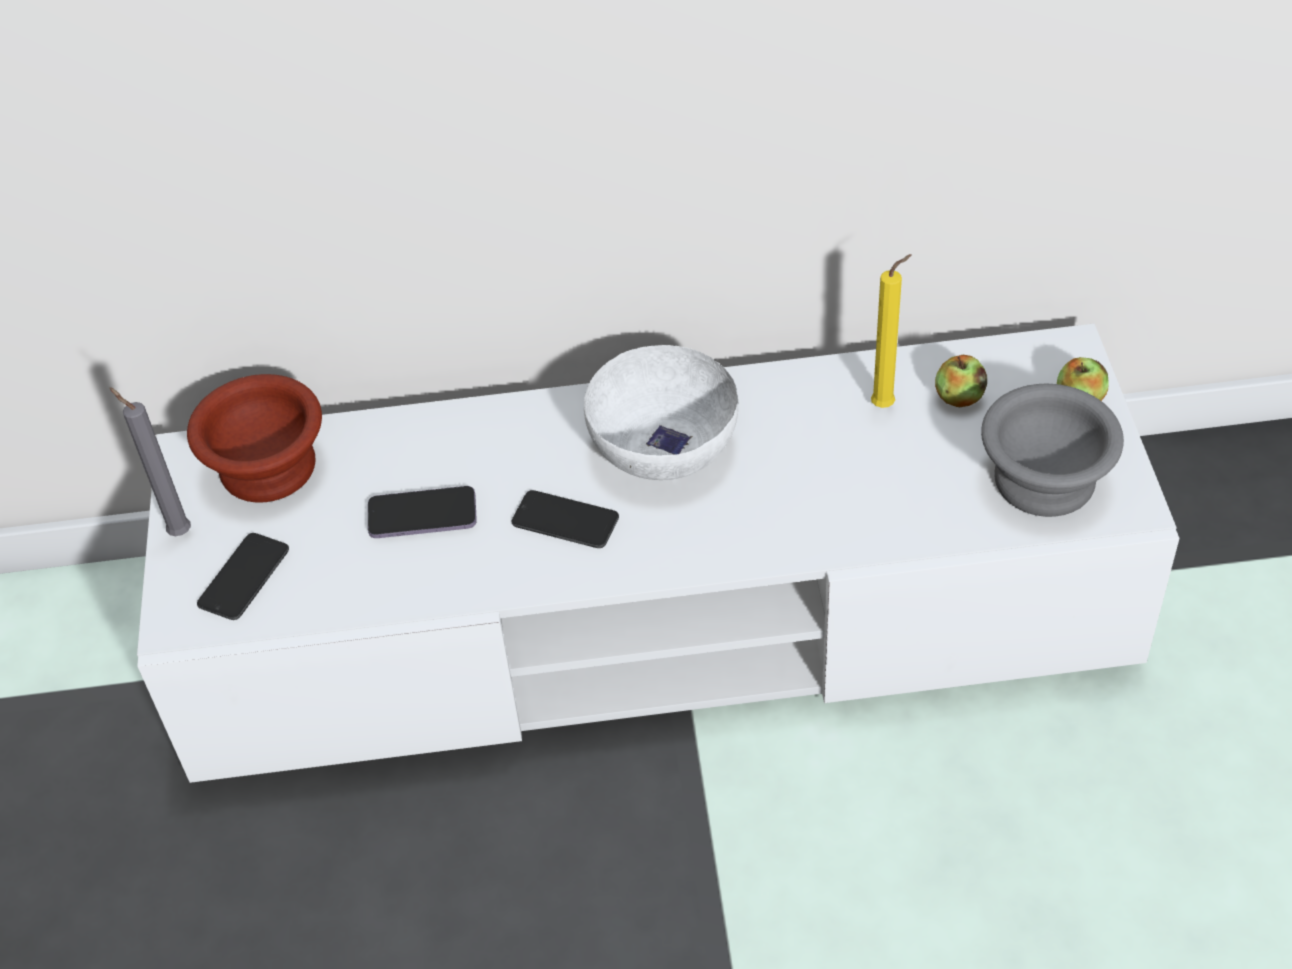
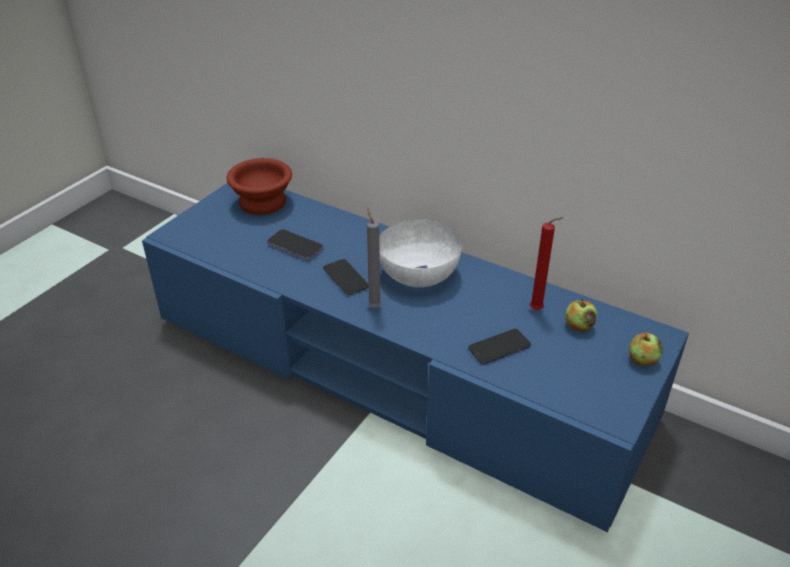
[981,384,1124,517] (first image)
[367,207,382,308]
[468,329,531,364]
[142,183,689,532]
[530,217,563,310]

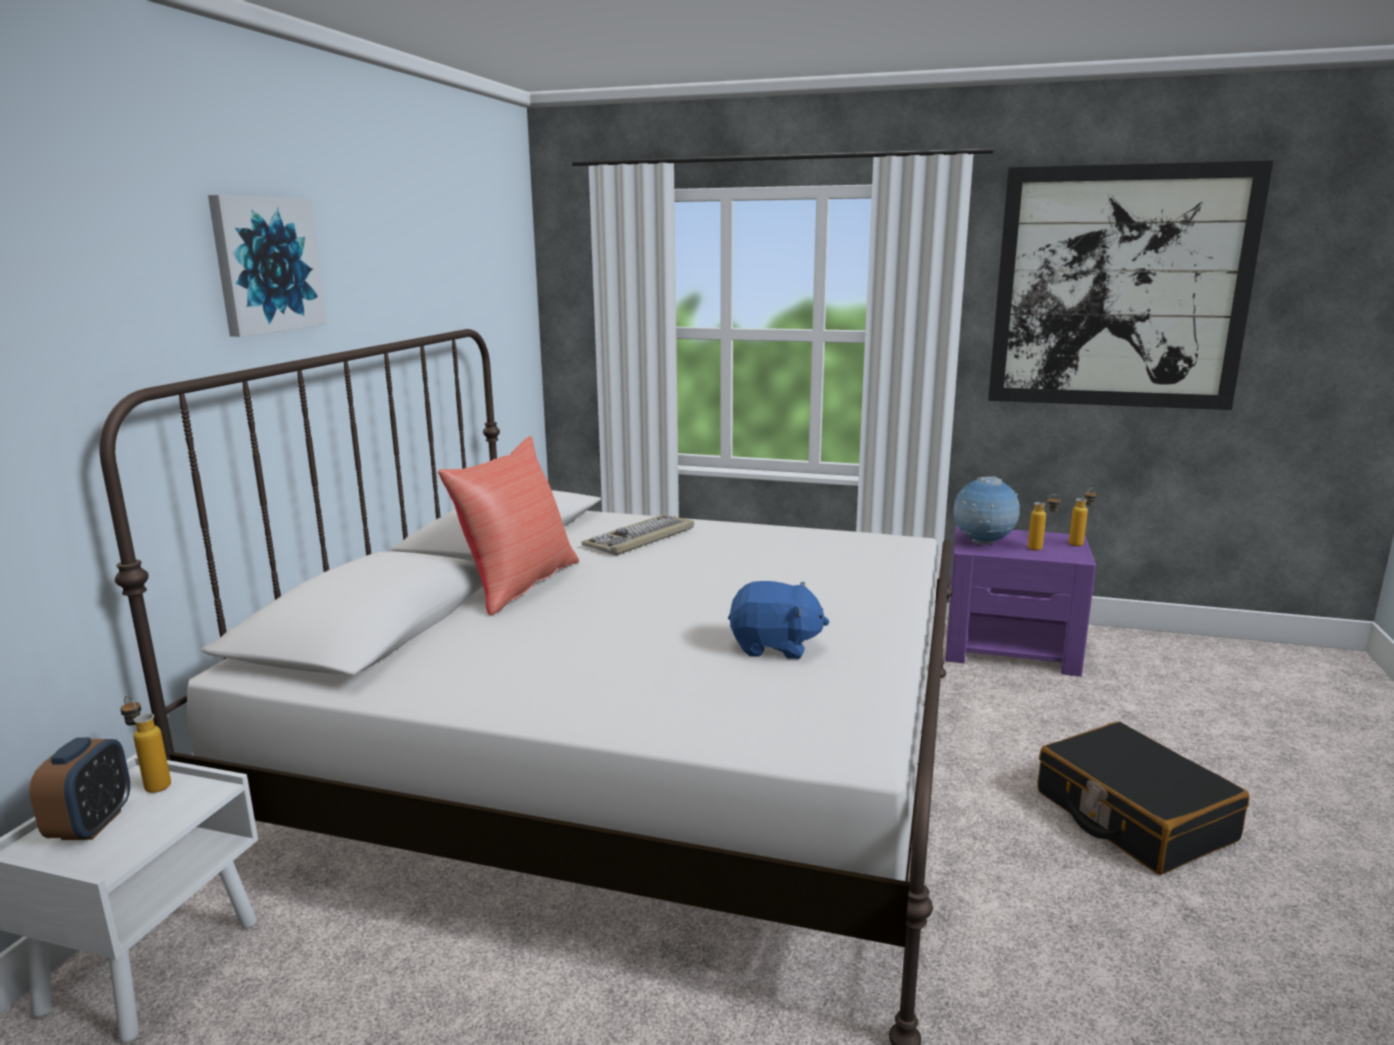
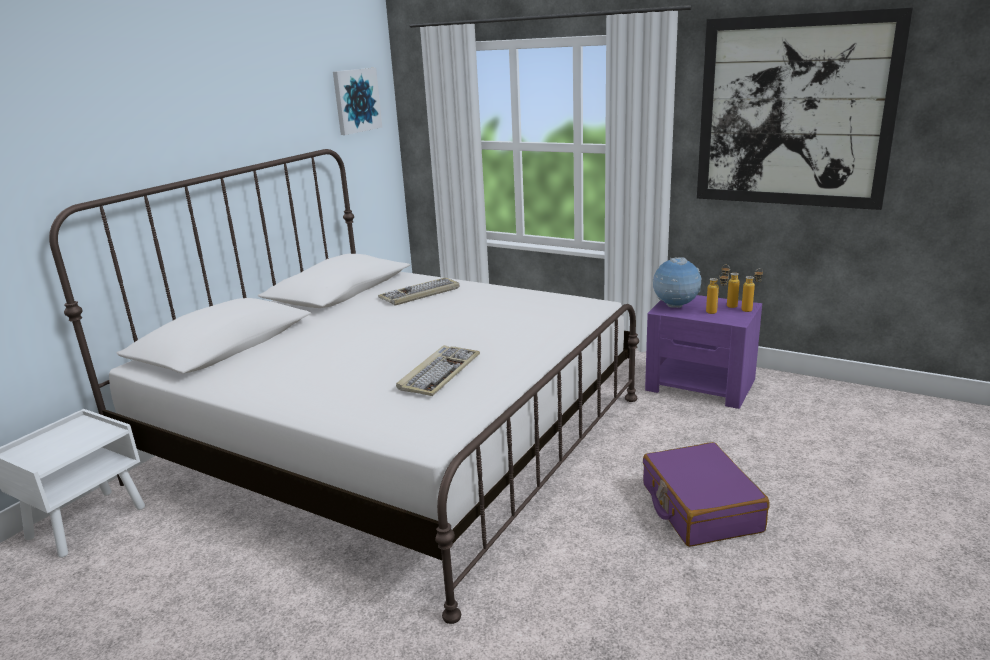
[30,737,130,840] (first image)
[438,436,579,616] (first image)
[722,265,740,308]
[333,68,382,135]
[396,345,480,396]
[643,442,769,547]

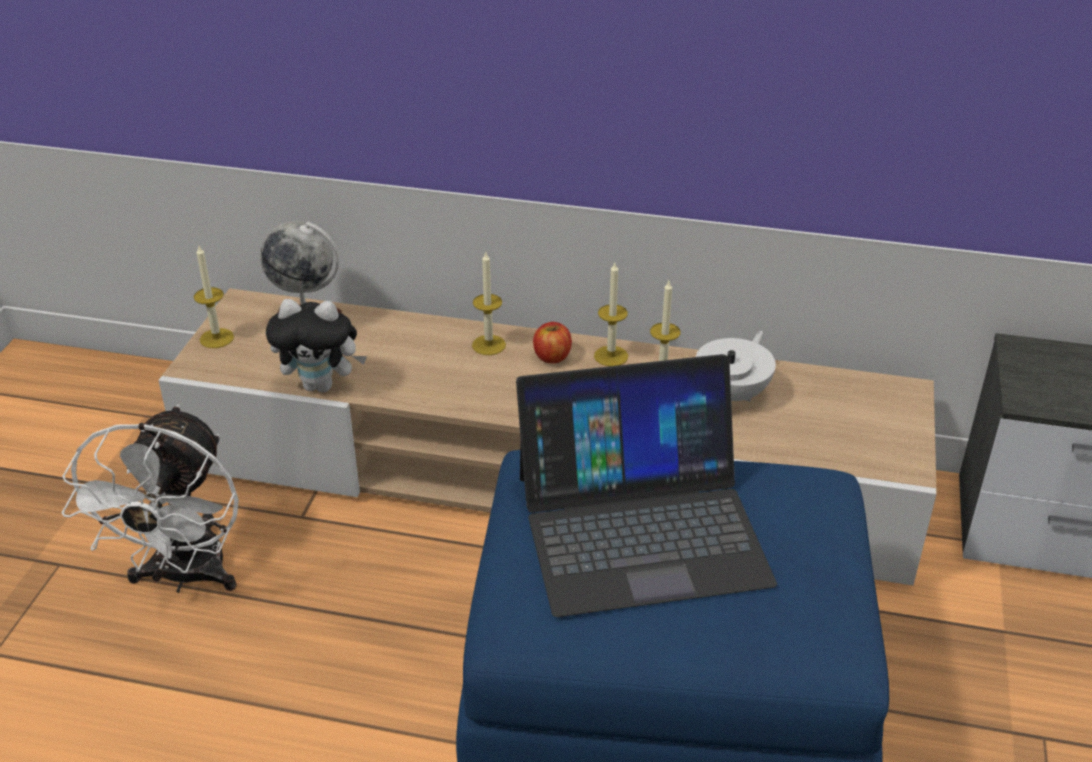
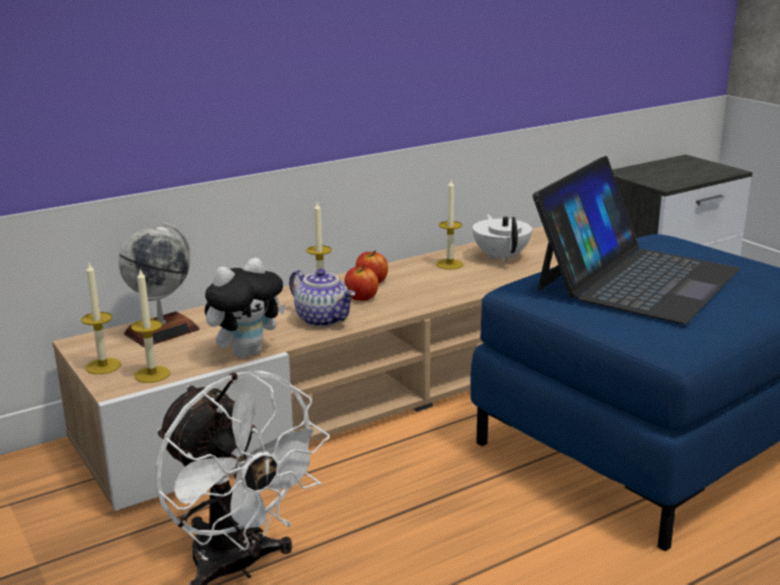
[289,269,355,327]
[344,265,378,301]
[131,269,170,383]

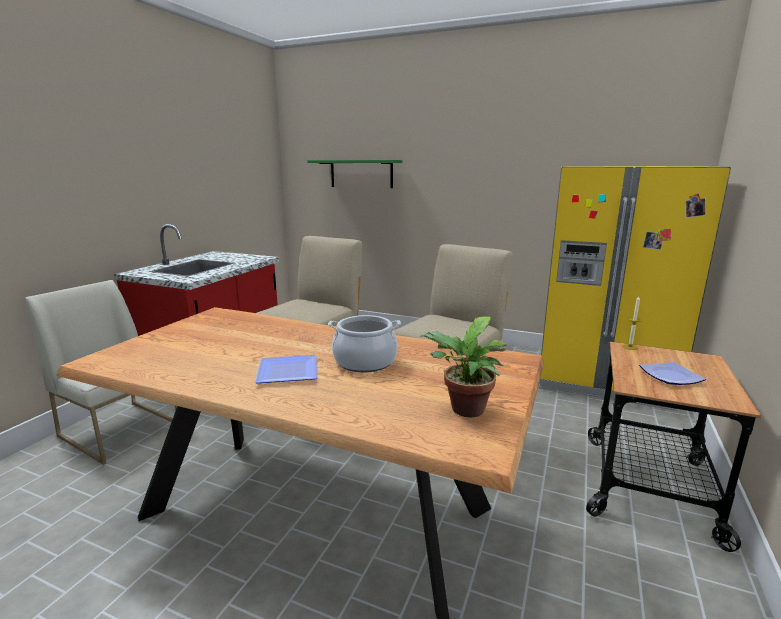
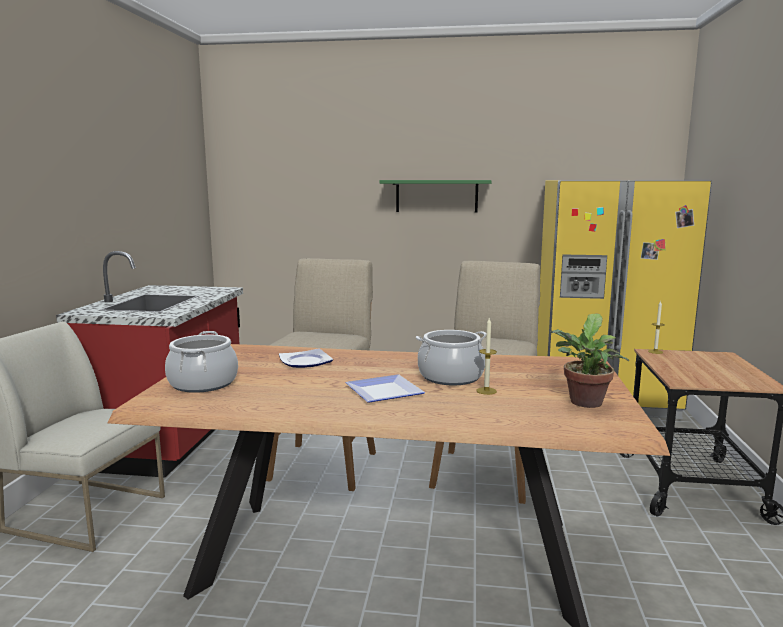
[165,331,238,393]
[476,318,497,395]
[379,180,492,213]
[279,348,333,368]

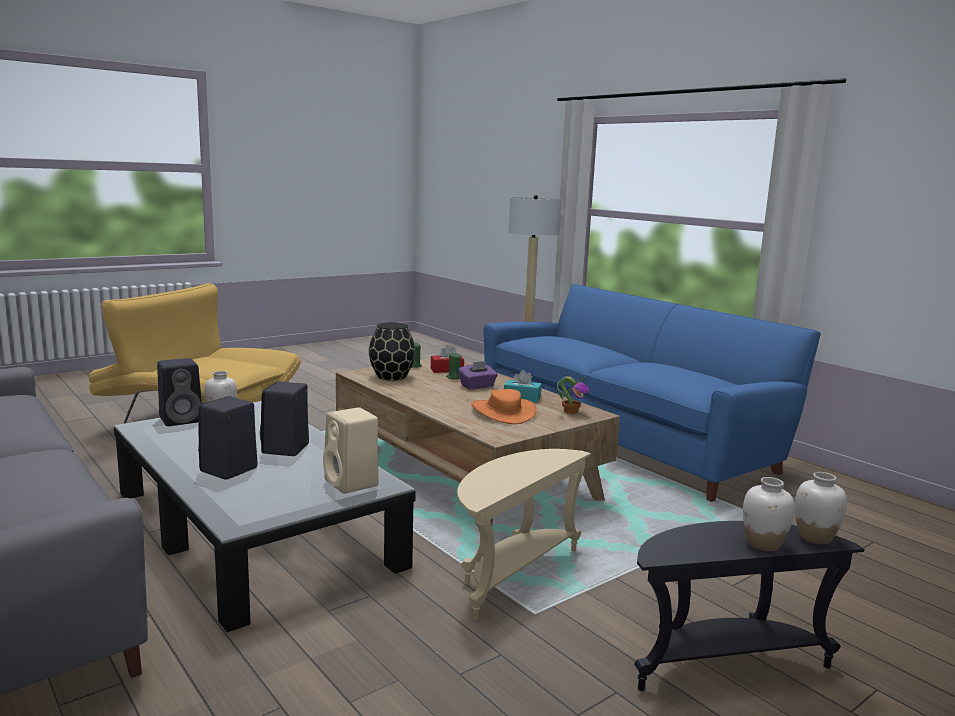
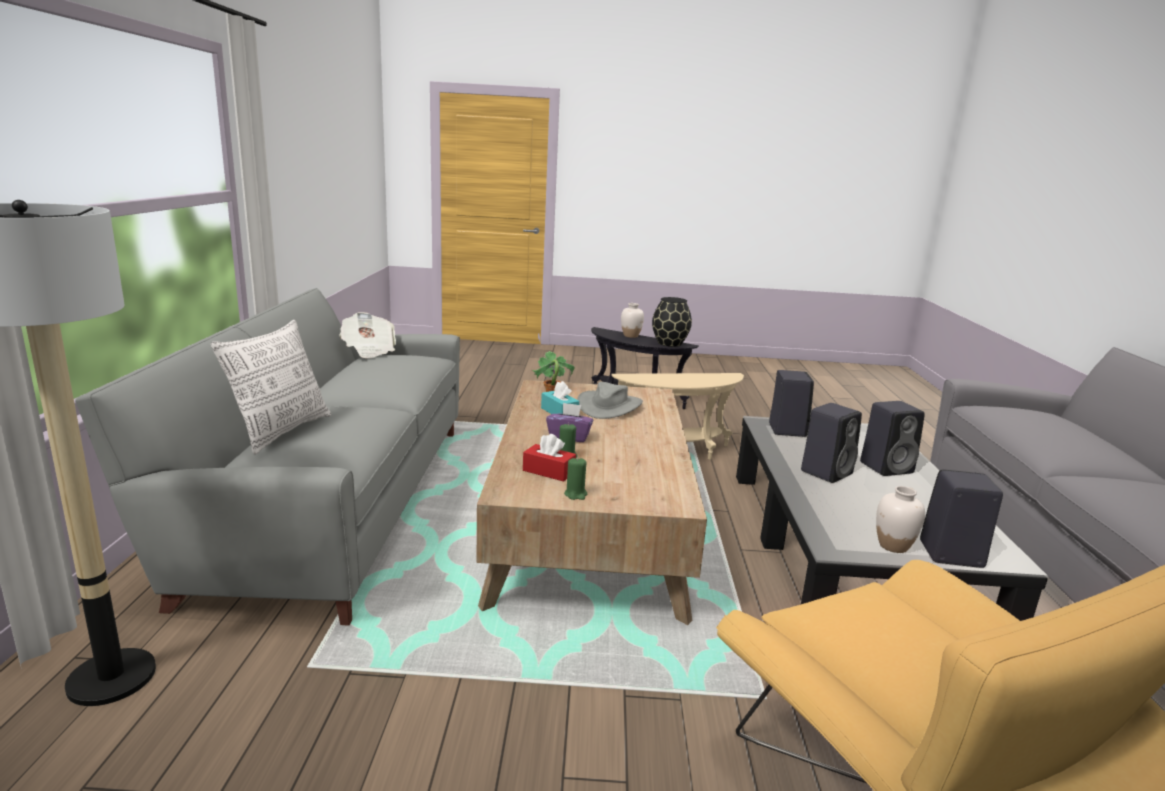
[795,472,847,544] (first image)
[211,320,331,455]
[339,312,396,359]
[652,297,692,346]
[769,370,814,437]
[577,382,643,419]
[75,288,460,626]

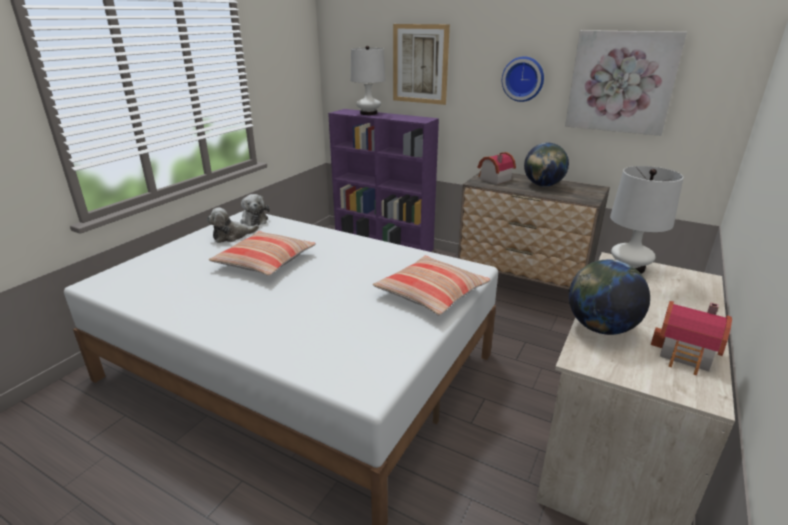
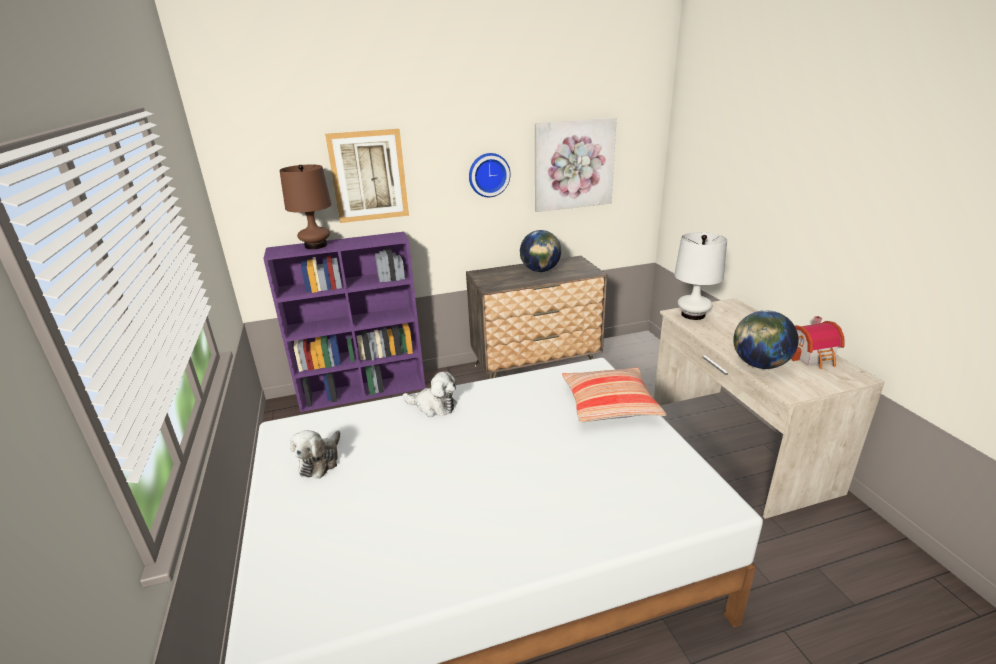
[208,231,316,276] (first image)
[478,152,516,184] (first image)
[403,371,457,417]
[279,165,331,249]

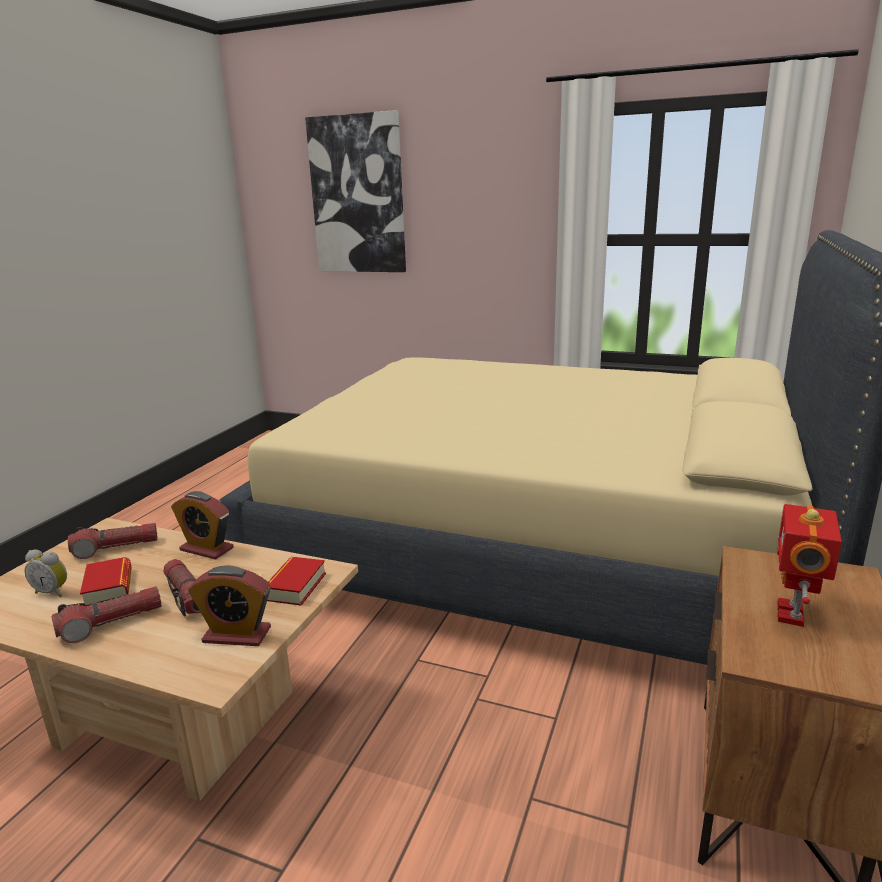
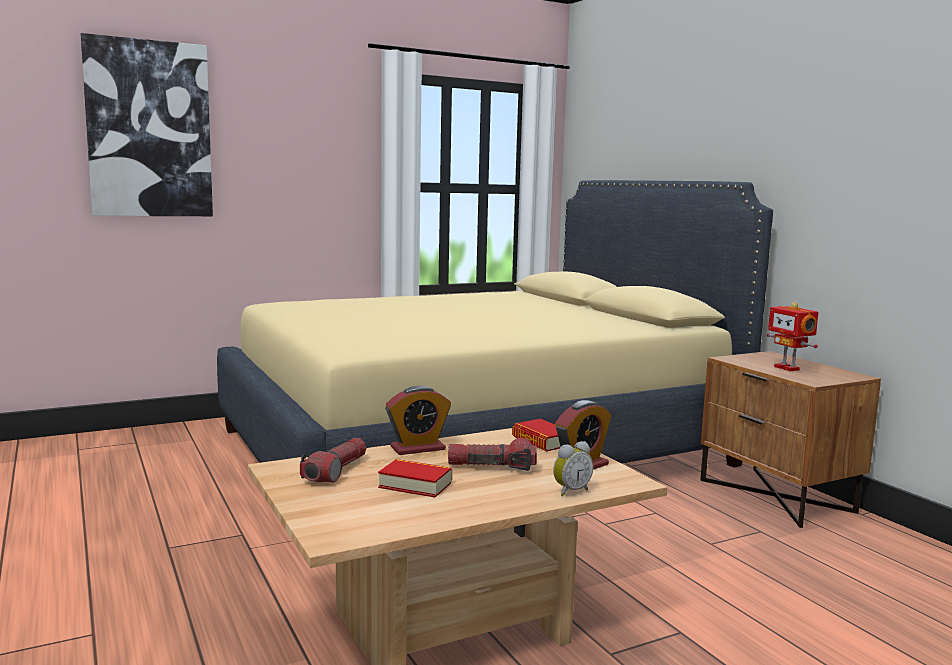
[52,586,162,643] (first image)
[553,441,593,496]

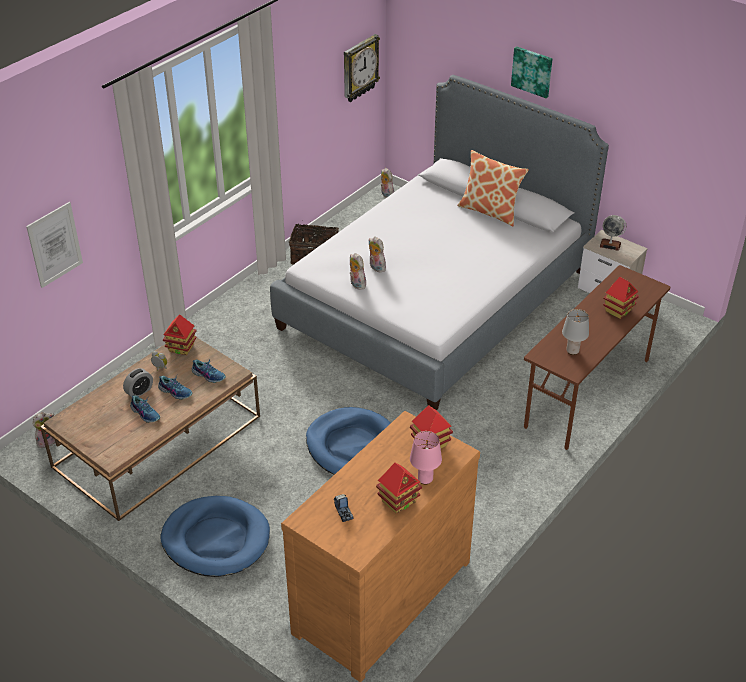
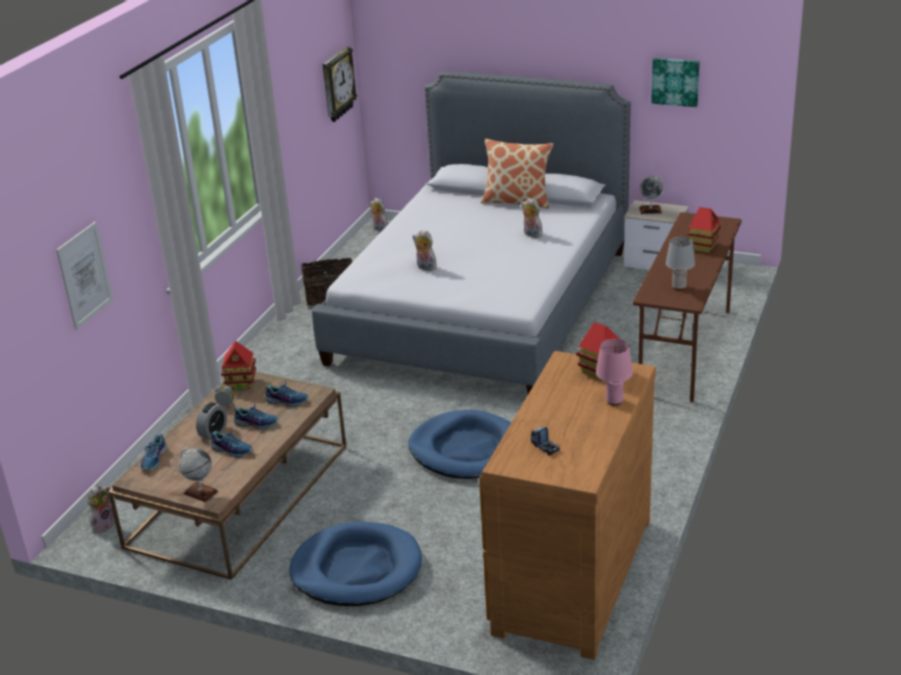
[376,463,422,514] (first image)
[141,434,167,470]
[179,448,218,502]
[521,198,543,238]
[651,58,700,107]

